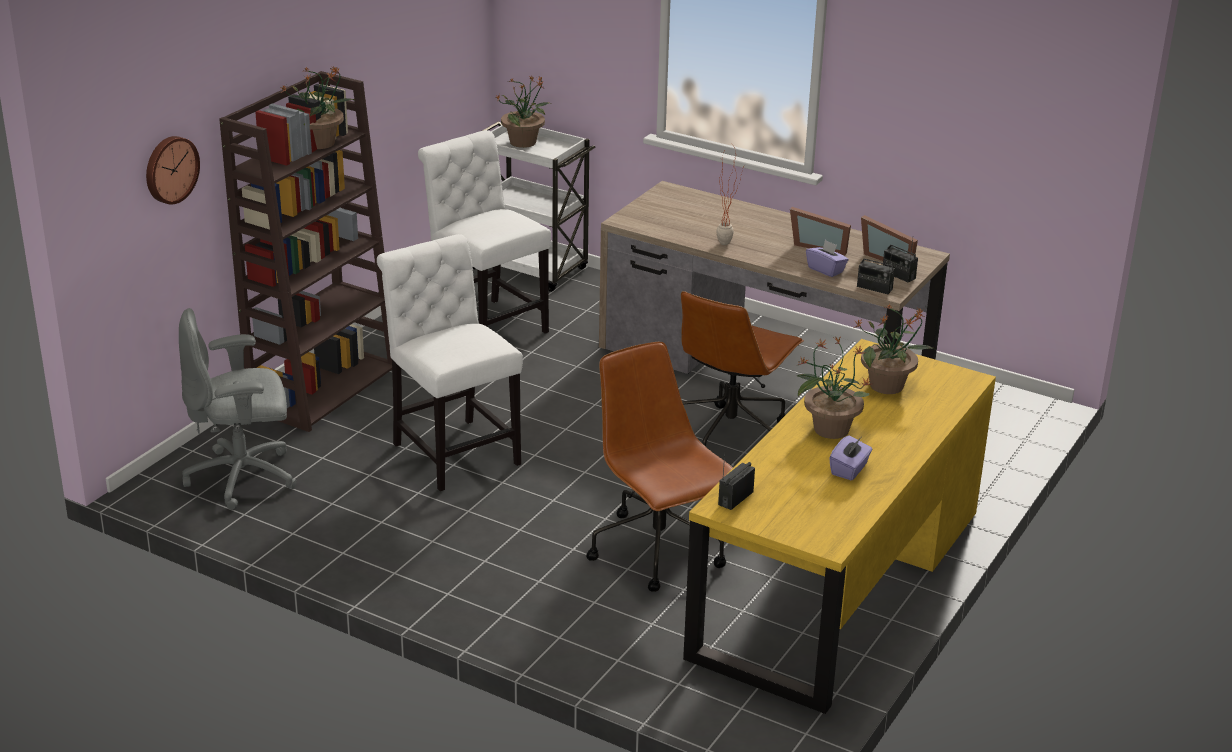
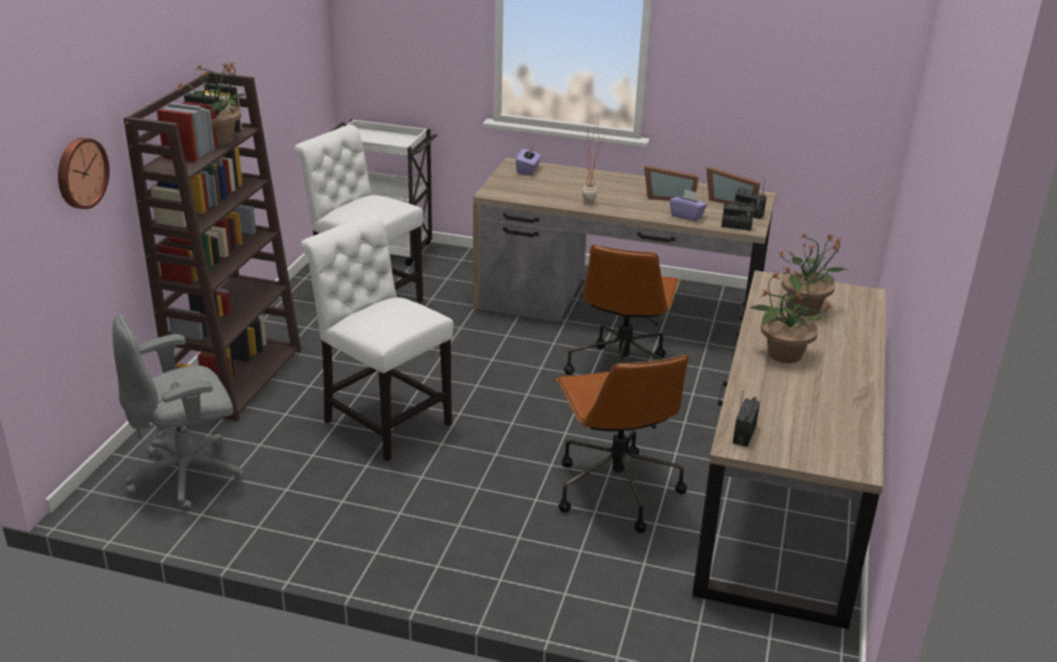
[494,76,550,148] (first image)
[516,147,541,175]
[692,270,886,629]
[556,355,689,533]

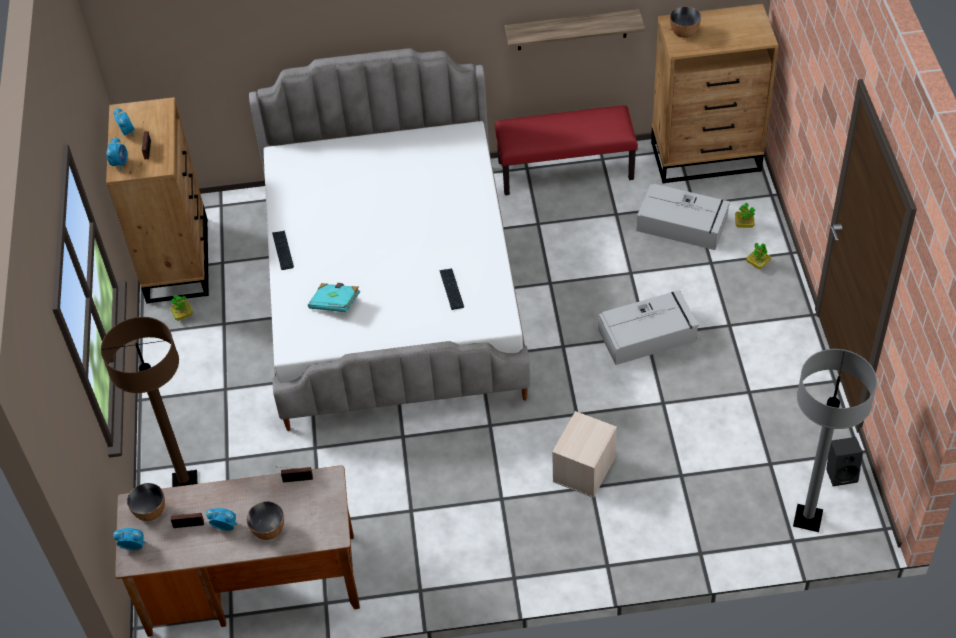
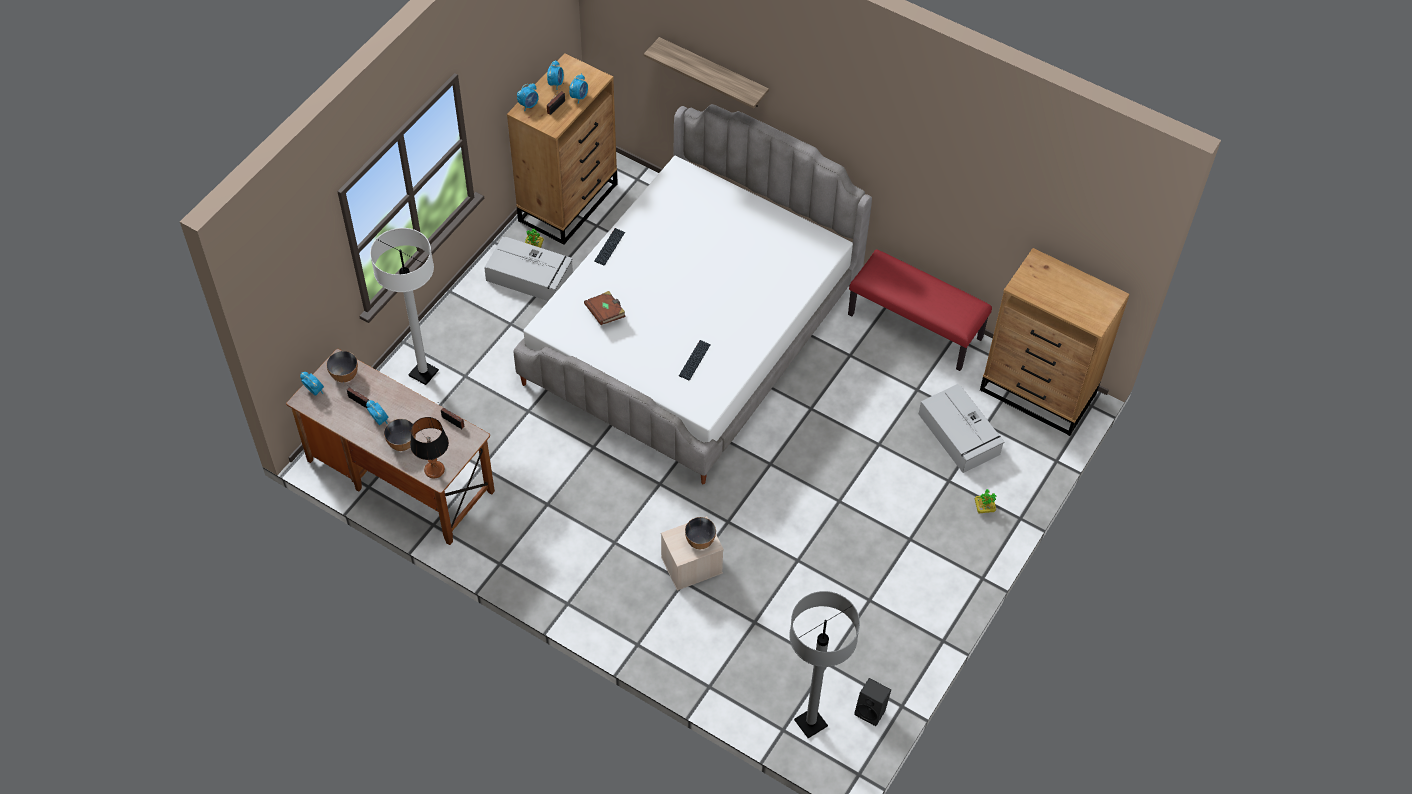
[735,203,755,228] (first image)
[410,417,449,479]
[569,74,588,104]
[644,37,769,109]
[484,237,573,301]
[685,517,716,549]
[370,228,439,385]
[584,291,626,325]

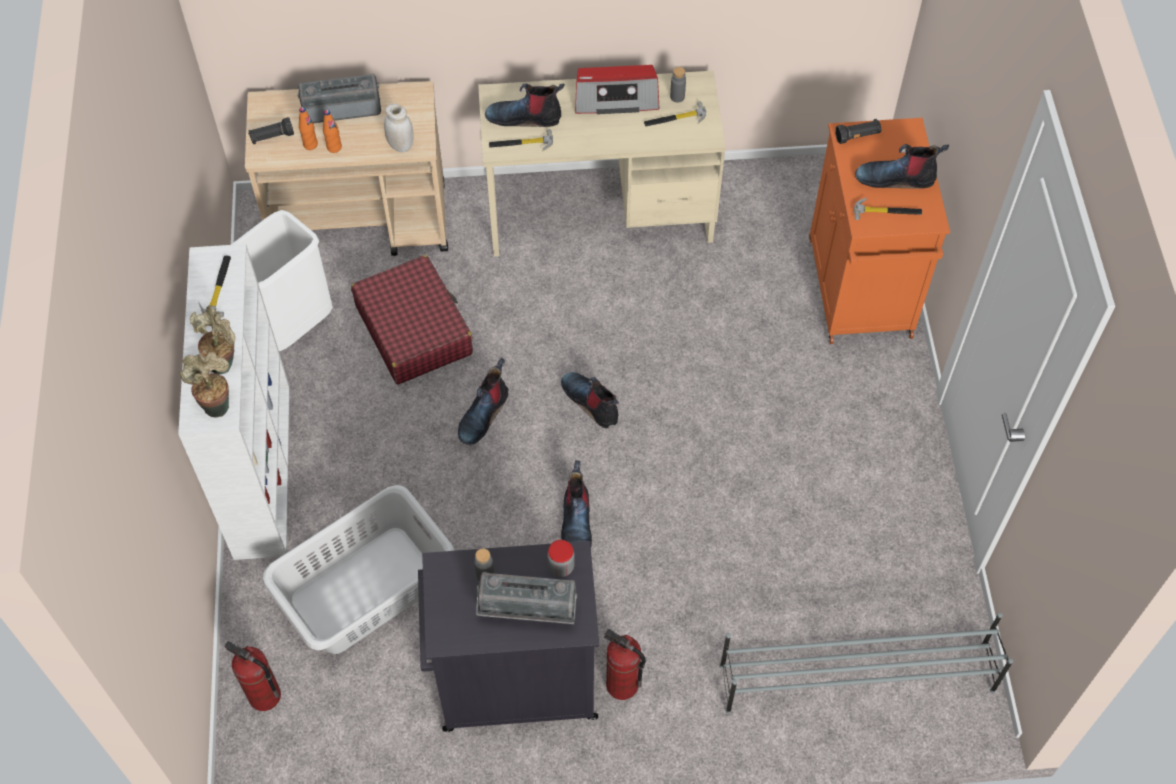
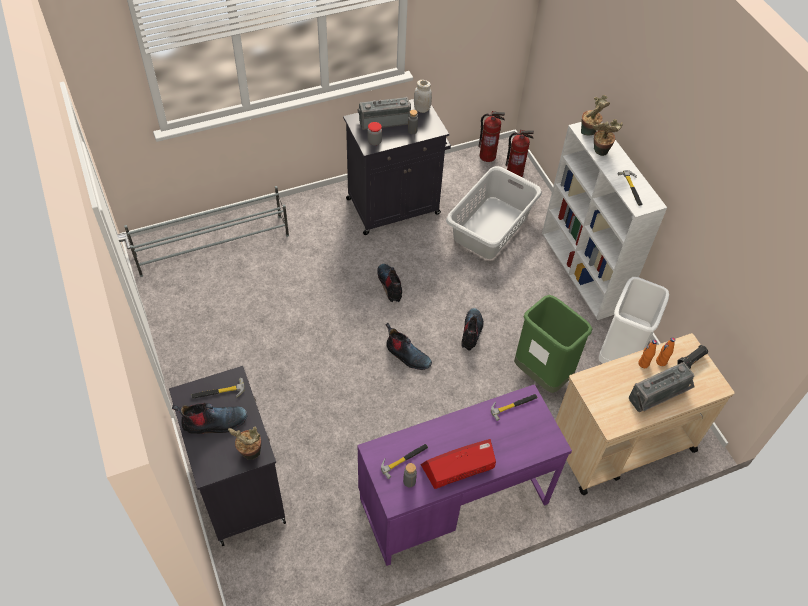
[485,84,565,127] (first image)
[414,80,432,113]
[479,111,505,162]
[514,295,592,393]
[228,427,261,460]
[357,384,572,566]
[169,366,286,546]

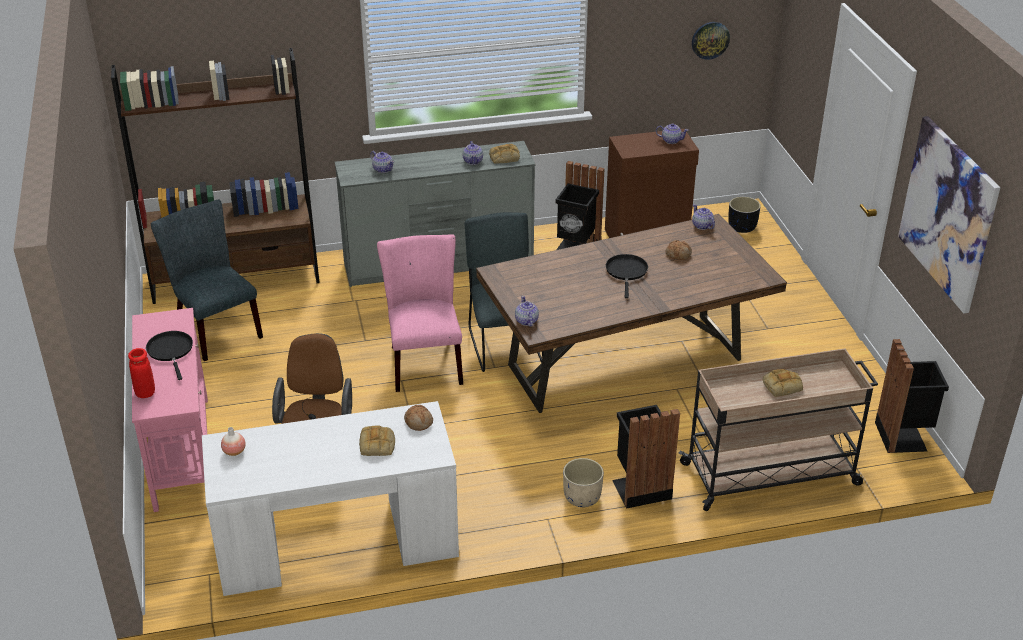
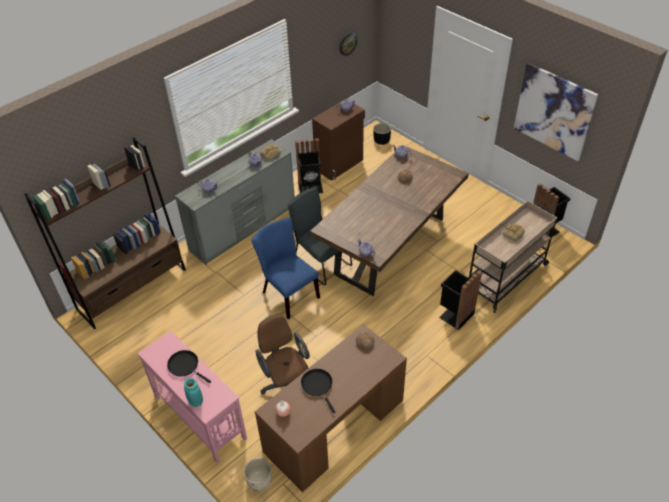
[151,200,263,361] (first image)
[359,426,395,456] (first image)
[244,458,272,492]
[301,369,336,413]
[184,378,203,407]
[255,324,407,492]
[252,217,320,319]

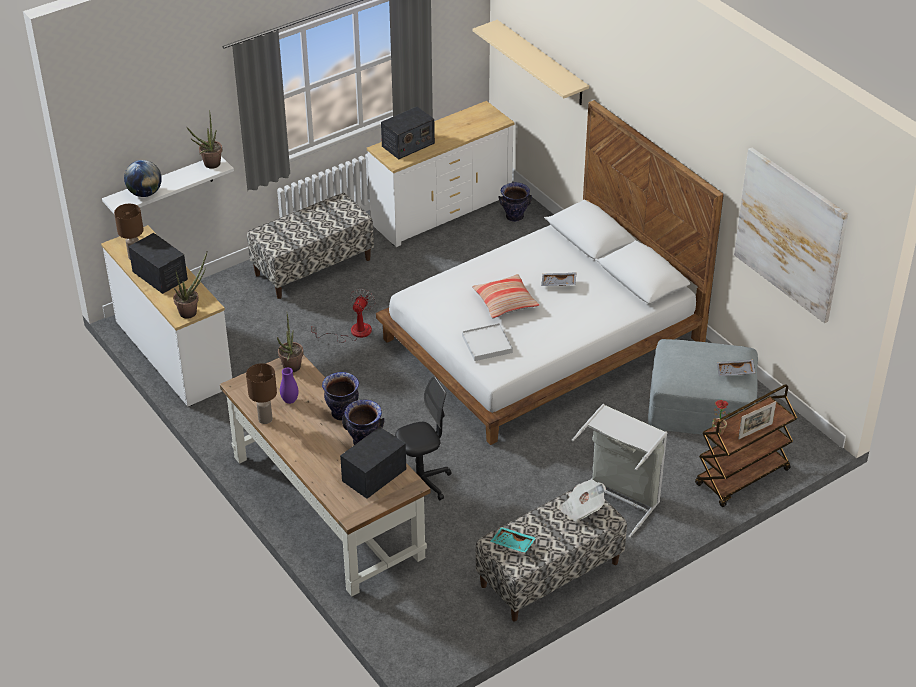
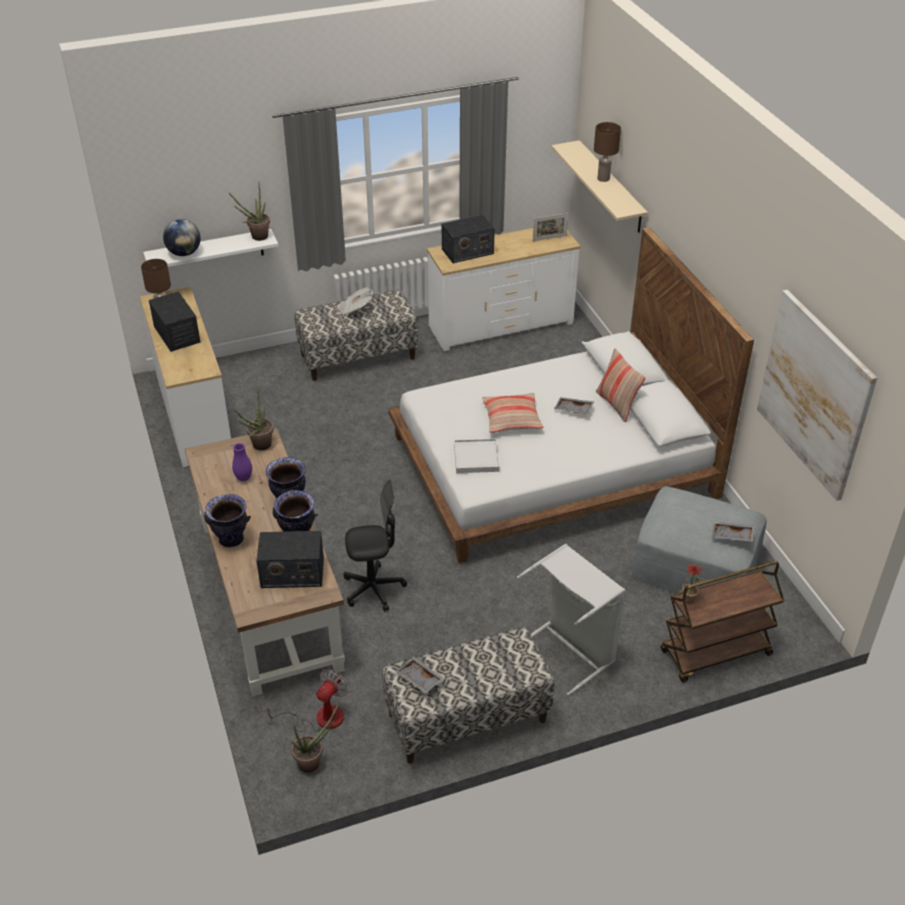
[596,348,645,422]
[291,704,339,773]
[594,122,621,182]
[261,669,348,732]
[204,494,251,547]
[337,287,373,315]
[533,213,568,241]
[395,657,445,693]
[256,531,324,588]

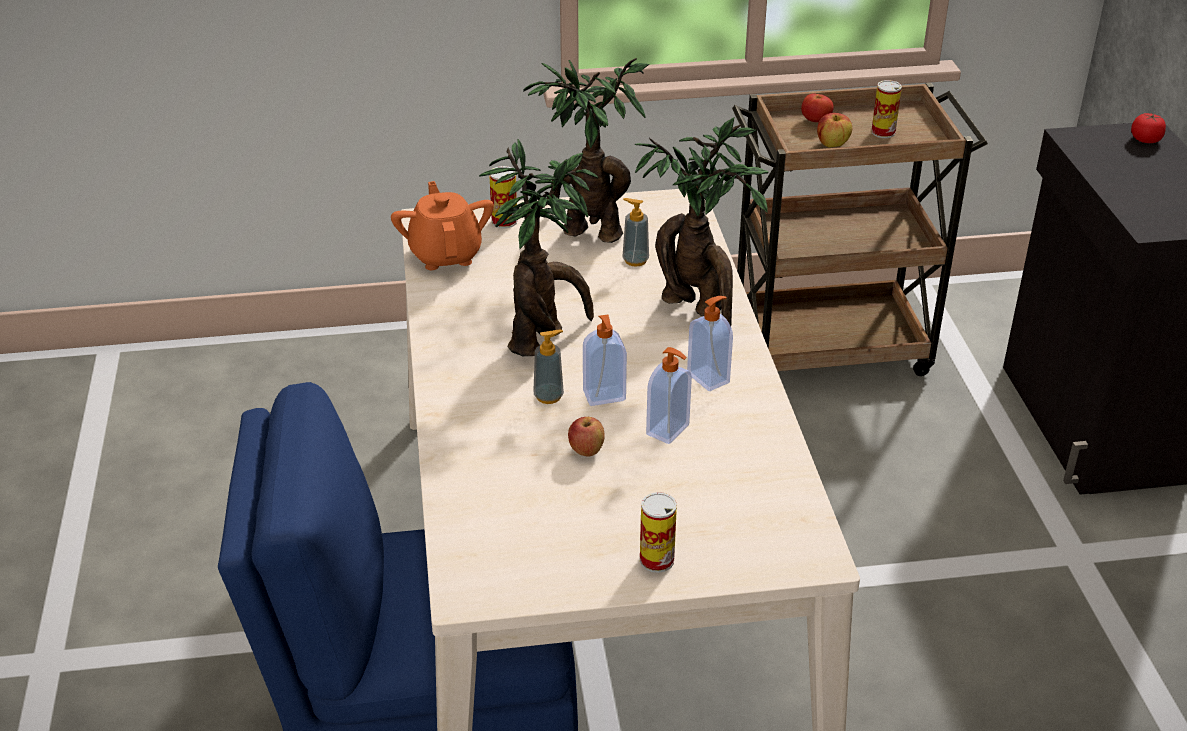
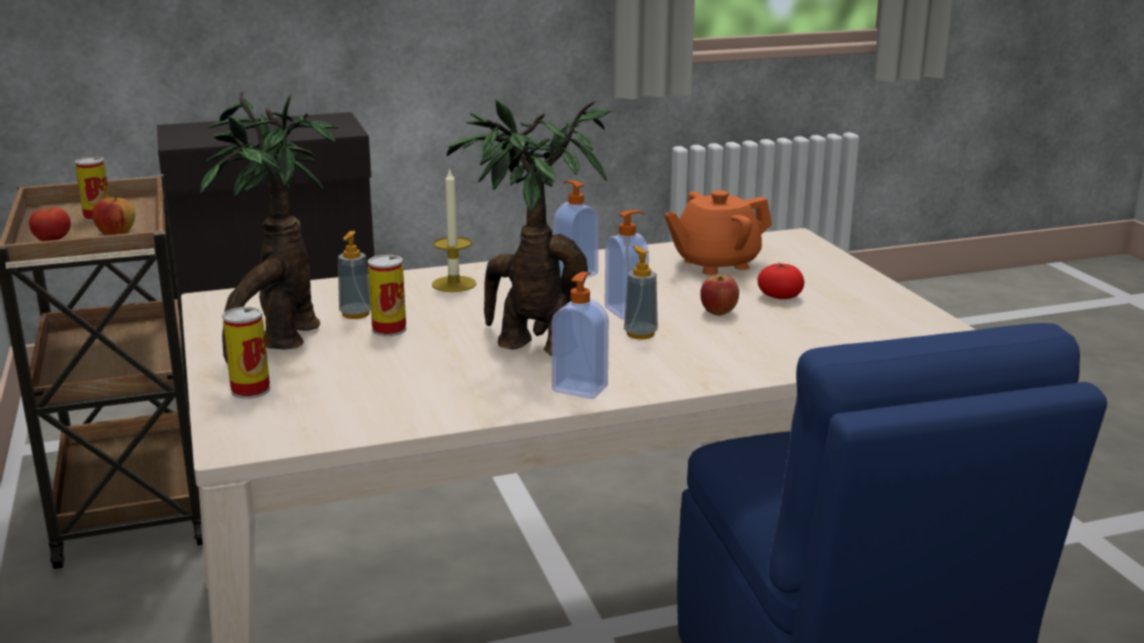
[664,190,772,275]
[368,255,406,336]
[551,271,609,399]
[757,262,804,299]
[432,167,476,292]

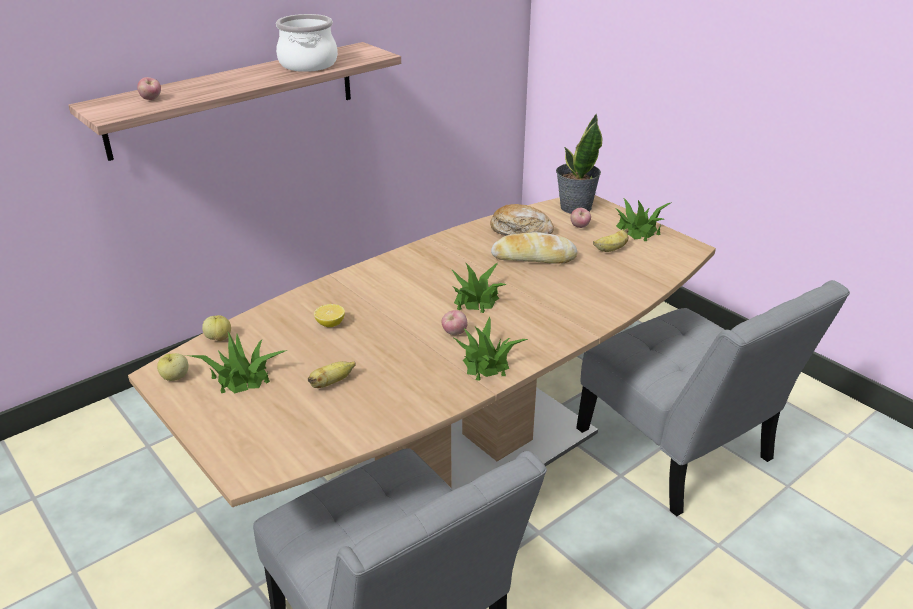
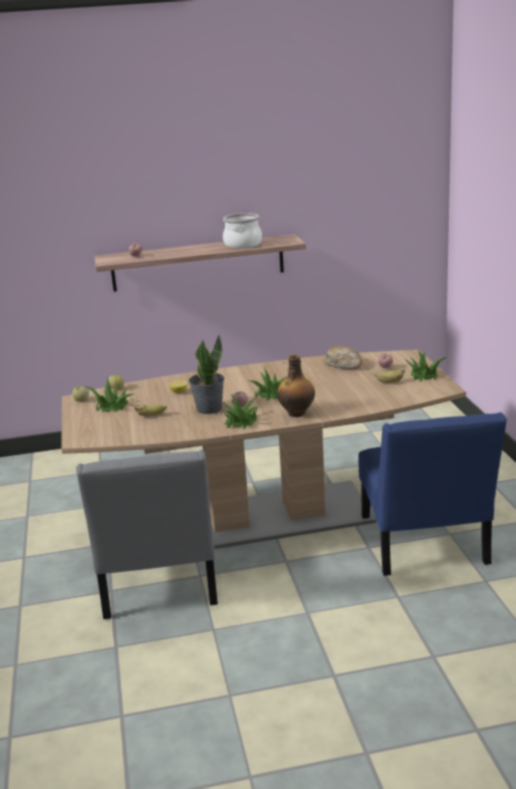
[491,232,577,264] (first image)
[277,355,315,417]
[189,335,224,414]
[359,412,507,576]

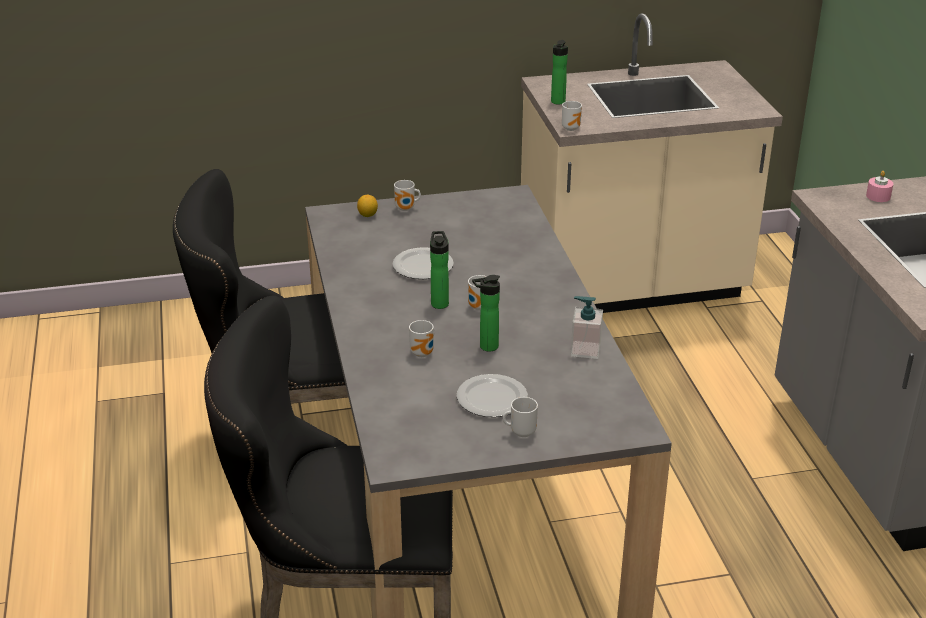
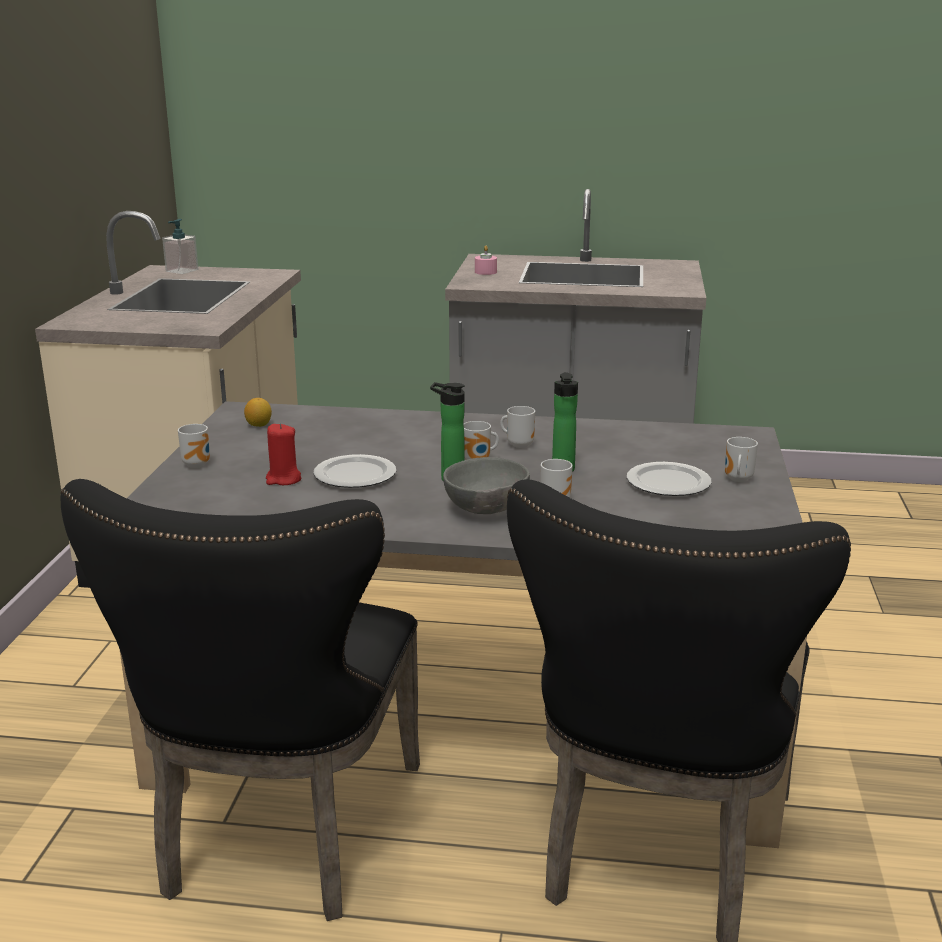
[551,40,568,104] (first image)
[266,423,301,485]
[443,457,530,514]
[244,398,272,427]
[500,406,535,448]
[162,219,198,274]

